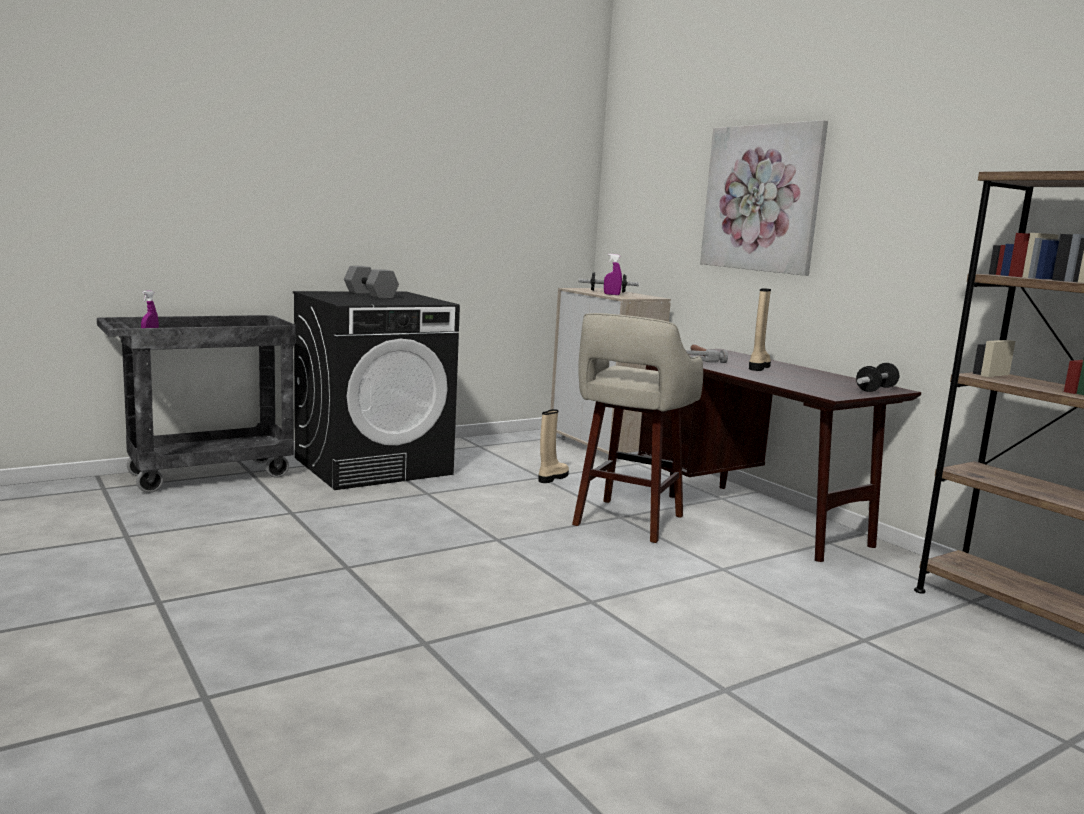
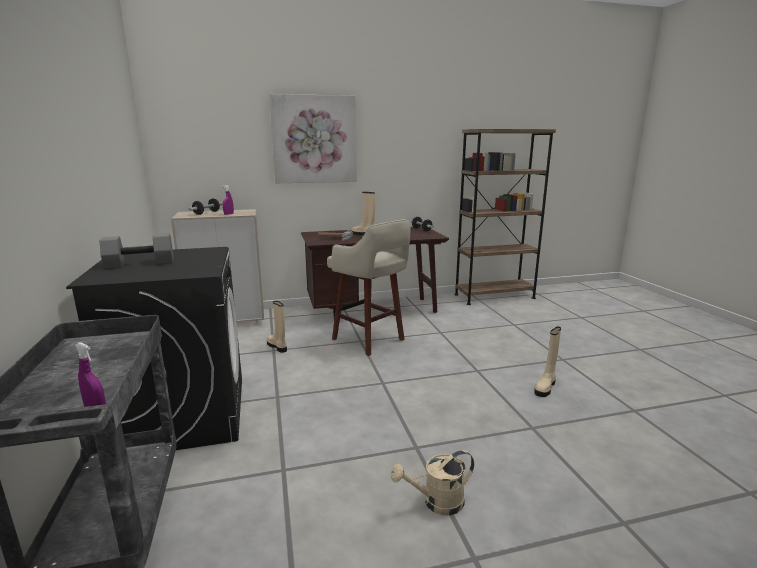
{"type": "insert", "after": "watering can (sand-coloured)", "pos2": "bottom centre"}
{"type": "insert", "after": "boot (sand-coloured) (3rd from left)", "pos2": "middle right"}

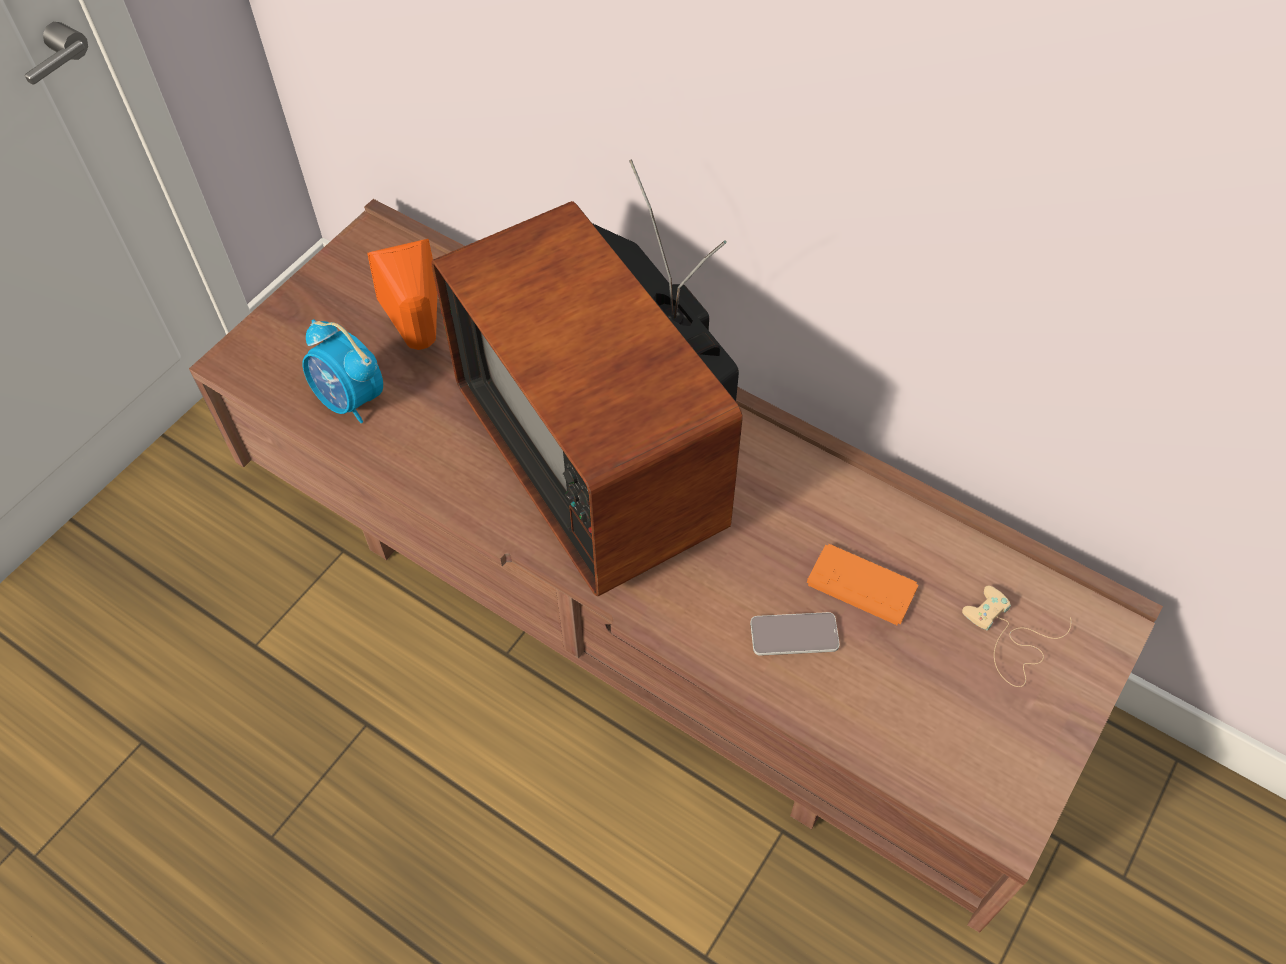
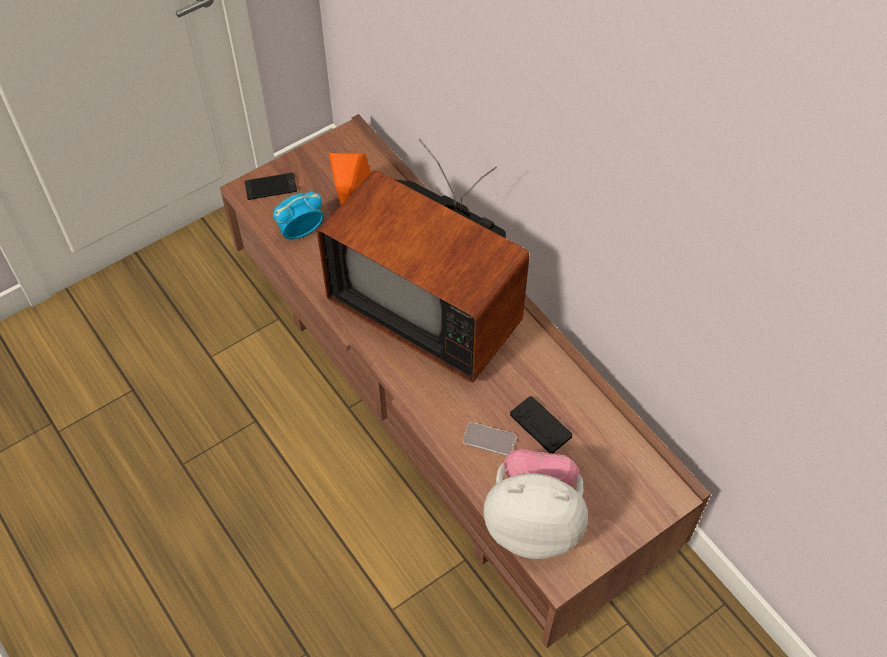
{"type": "rotate", "before": "alarm clock", "pos1": "middle left", "pos2": "top centre", "turn": 90}
{"type": "rotate", "before": "TV set", "pos1": "centre", "pos2": "centre", "turn": -45}
{"type": "recolor", "before": "joypad (orange)", "after": "joypad (blackish)", "pos1": "middle right", "pos2": "centre"}
{"type": "delete", "before": "joypad (sand-coloured)", "pos1": "middle right"}
{"type": "insert", "after": "telephone (1st from left)", "pos2": "top left"}
{"type": "insert", "after": "soft toy", "pos2": "bottom centre"}

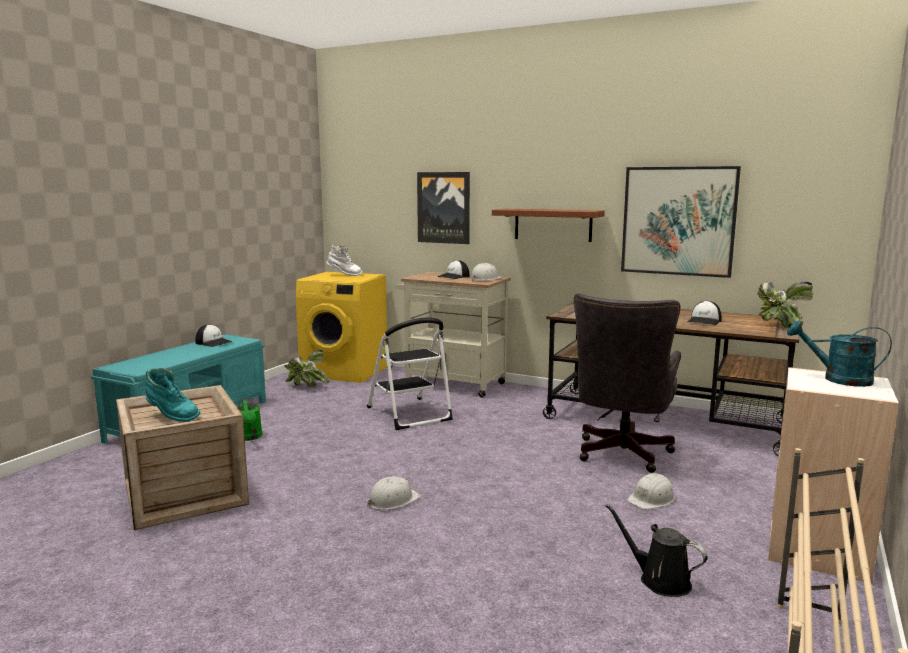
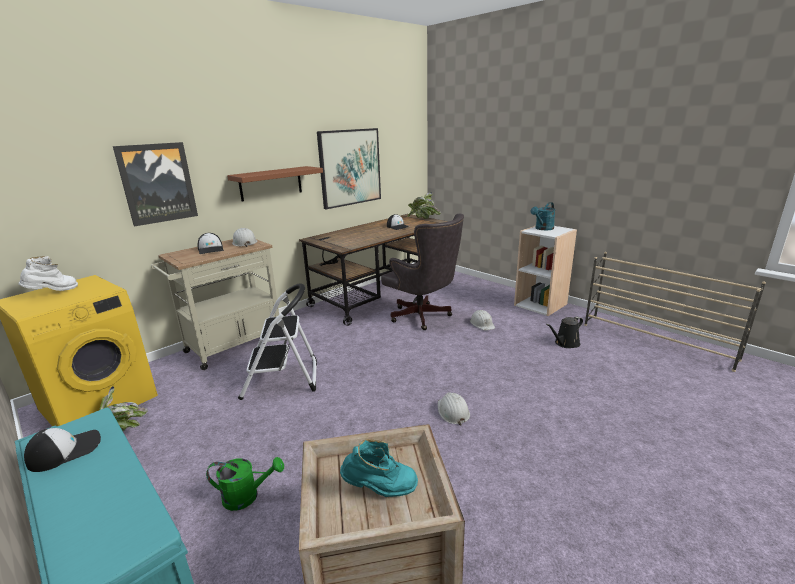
{"type": "rotate", "before": "boot (turquoise-coloured)", "pos1": "middle left", "pos2": "bottom centre", "turn": 45}

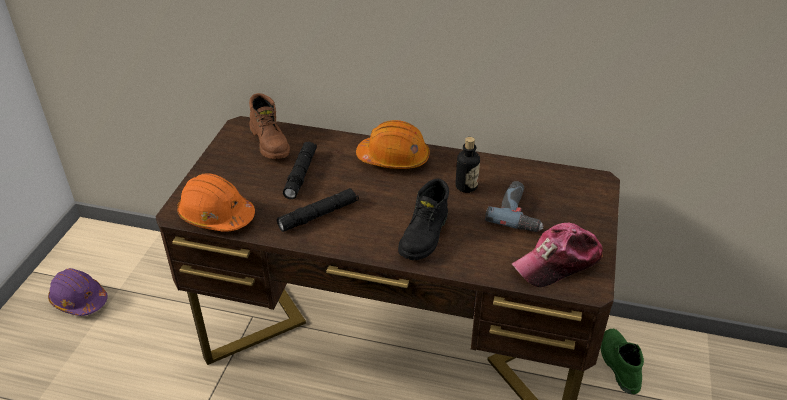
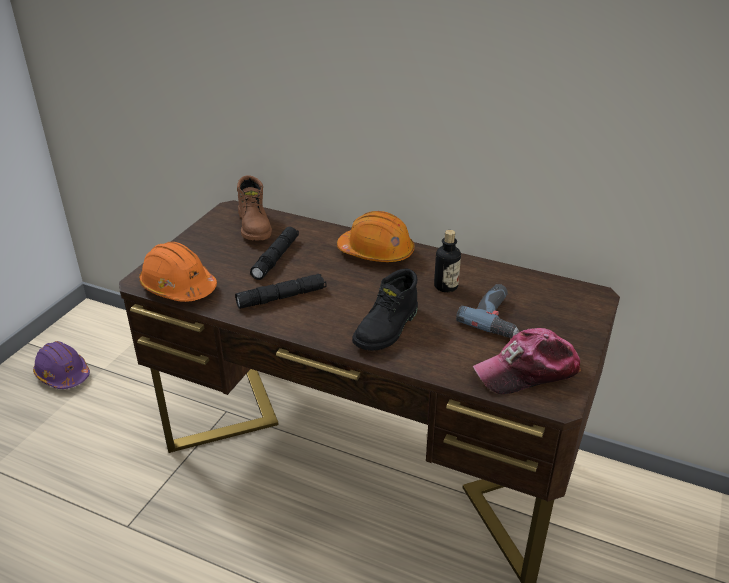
{"type": "delete", "before": "boot (greenish)", "pos1": "bottom right"}

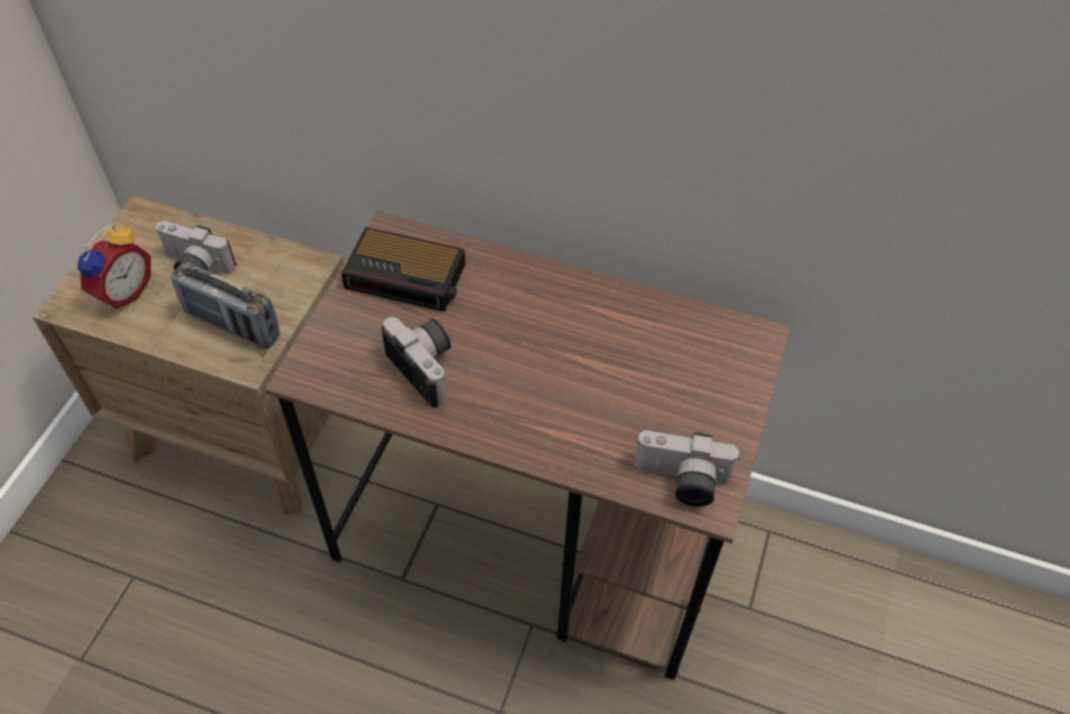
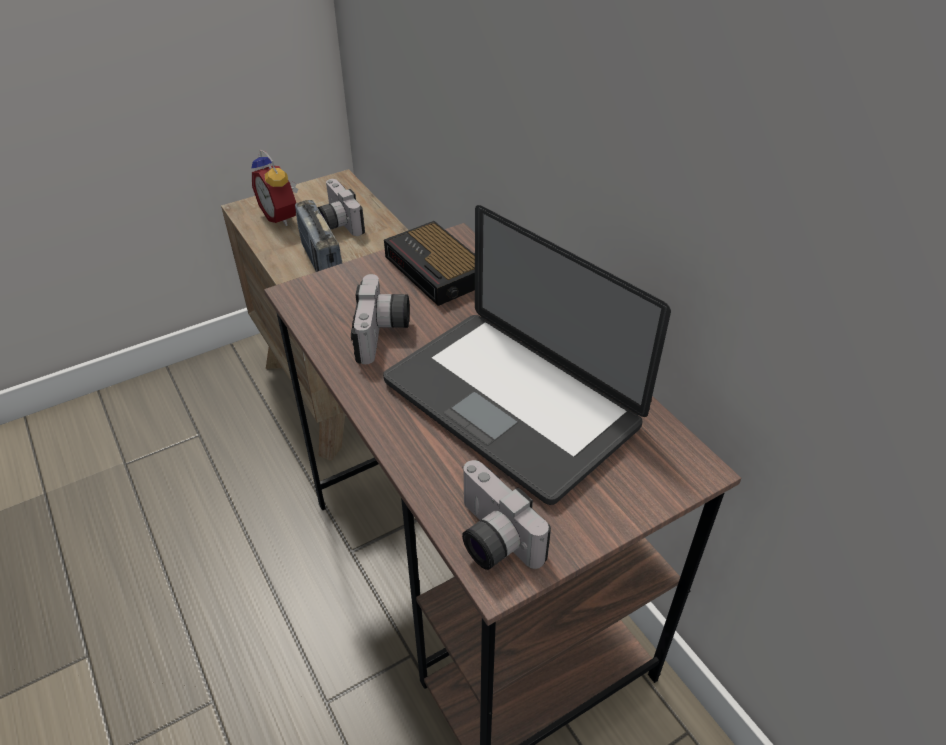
{"type": "rotate", "before": "alarm clock (1st from left)", "pos1": "middle left", "pos2": "top left", "turn": 75}
{"type": "insert", "after": "notebook computer", "pos2": "centre"}

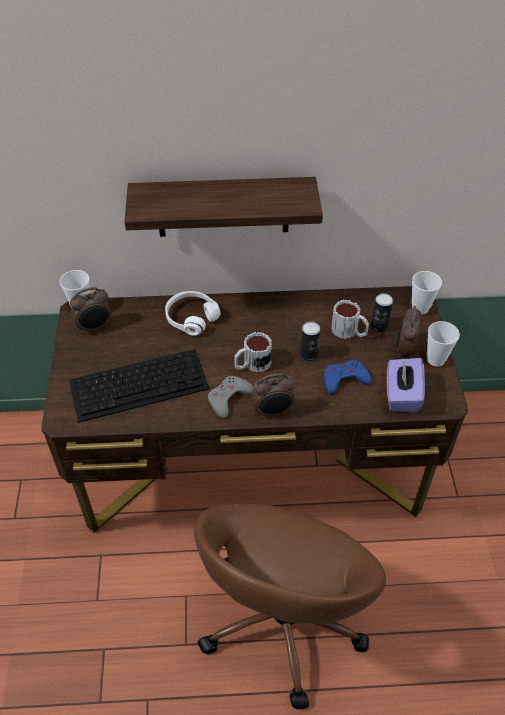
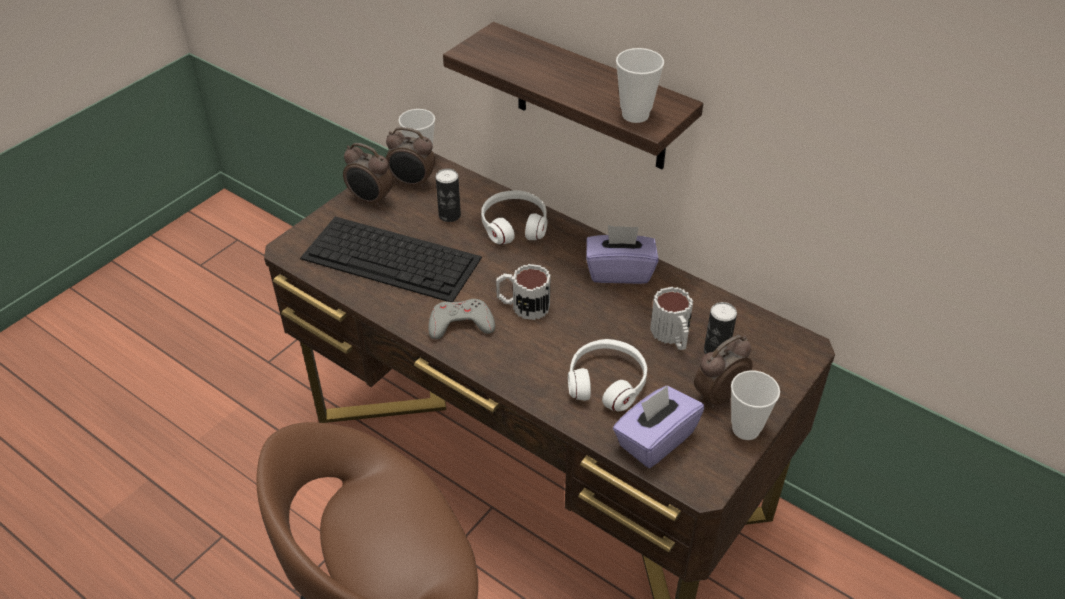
{"type": "move", "before": "alarm clock (2nd from left in the first image)", "after": "alarm clock (1st from left)", "pos1": "centre", "pos2": "top centre"}
{"type": "move", "before": "metal can (1st from left)", "pos1": "centre", "pos2": "top centre"}
{"type": "replace", "before": "joypad (blue-coloured)", "after": "pair of headphones (white-coloured) (2nd from left)", "pos1": "middle right", "pos2": "centre"}
{"type": "move", "before": "small cup (2nd from left)", "pos1": "middle right", "pos2": "top centre"}
{"type": "insert", "after": "tissue box (purple) (1st from left)", "pos2": "centre"}

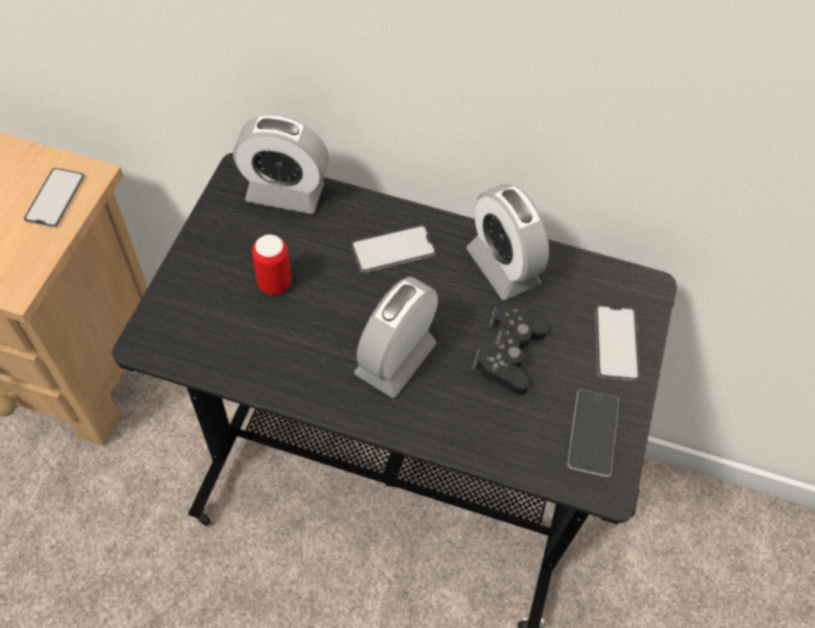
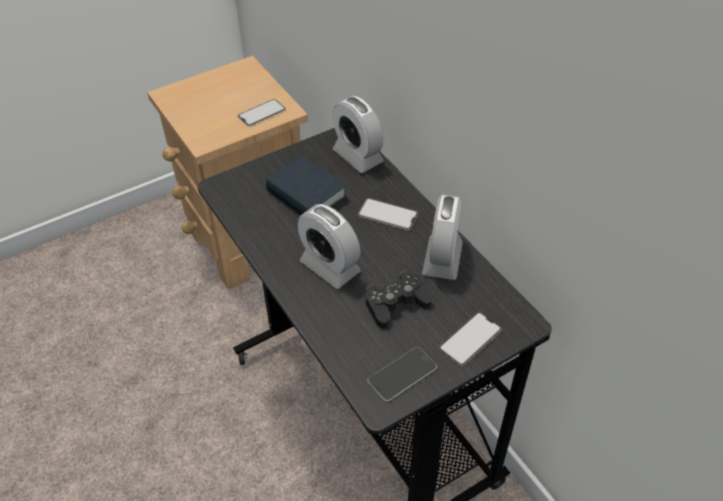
{"type": "replace", "before": "metal can", "after": "volume", "pos1": "middle left", "pos2": "centre"}
{"type": "rotate", "before": "alarm clock (2nd from left in the first image)", "pos1": "centre", "pos2": "centre", "turn": -120}

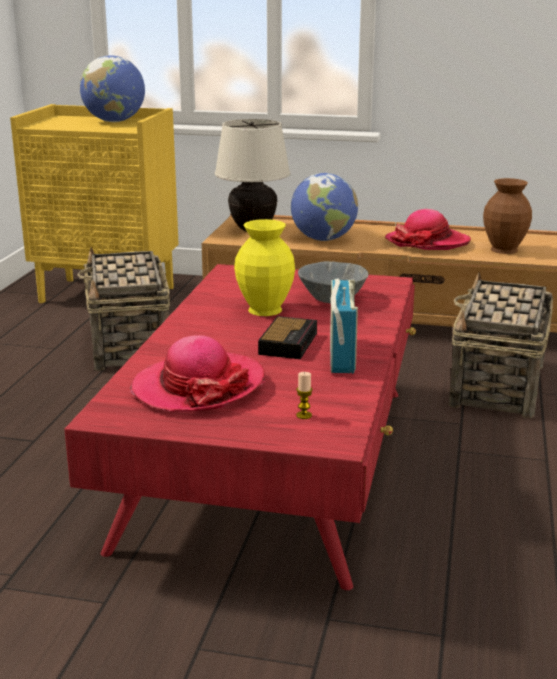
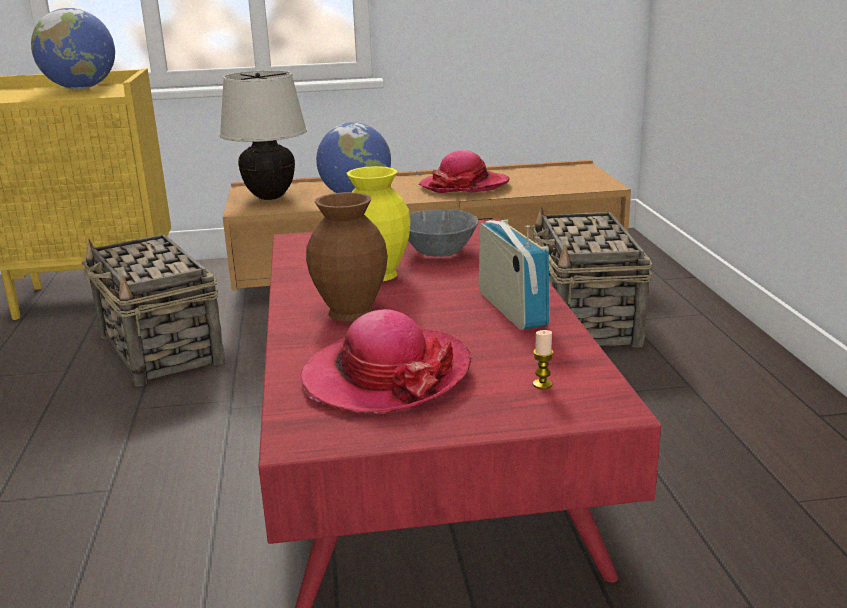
{"type": "delete", "before": "alarm clock", "pos1": "centre"}
{"type": "move", "before": "flower vase (brown-coloured)", "pos1": "top right", "pos2": "centre"}

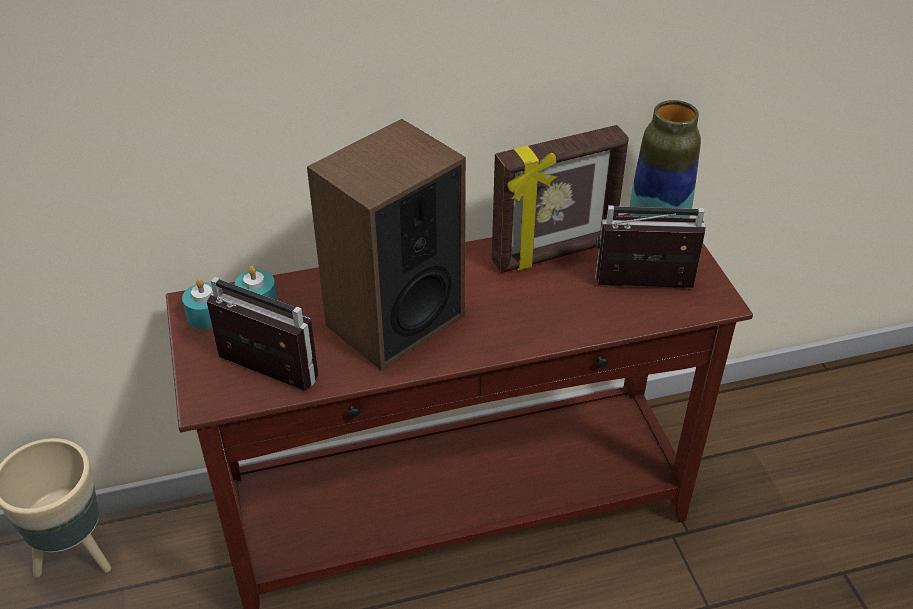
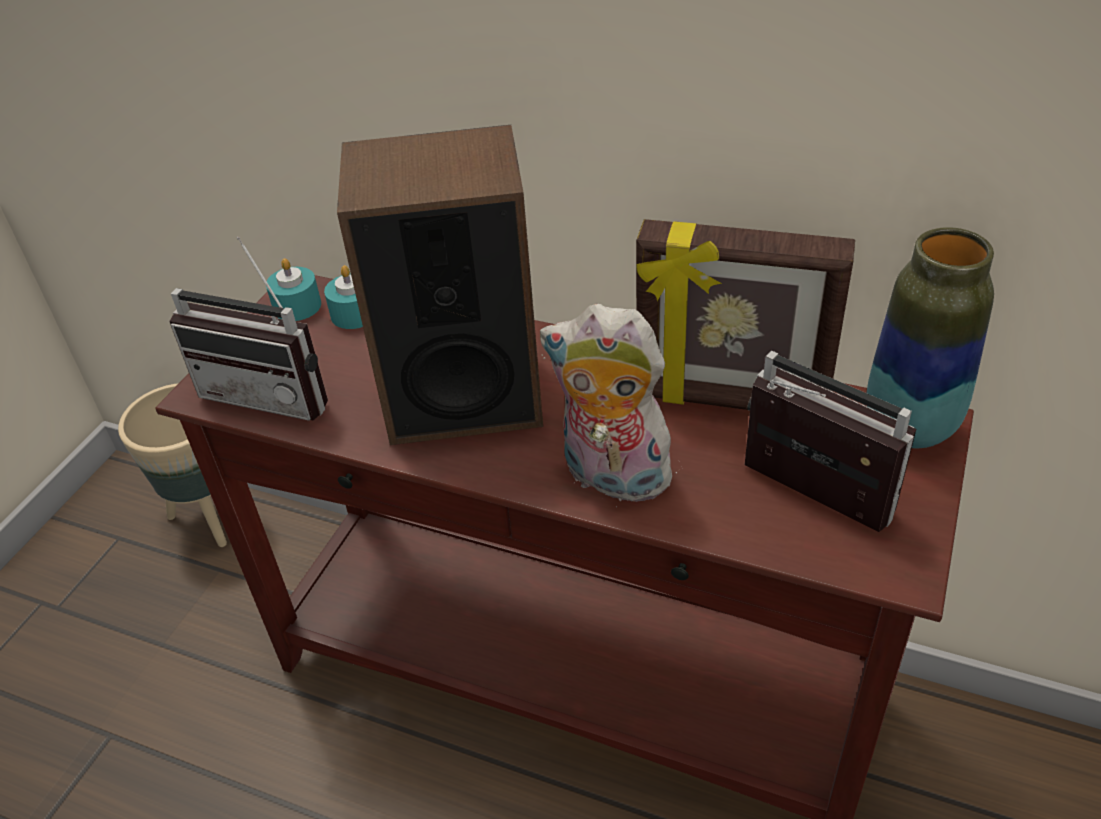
{"type": "rotate", "before": "radio (1st from left)", "pos1": "middle left", "pos2": "middle left", "turn": 135}
{"type": "insert", "after": "soft toy", "pos2": "centre"}

